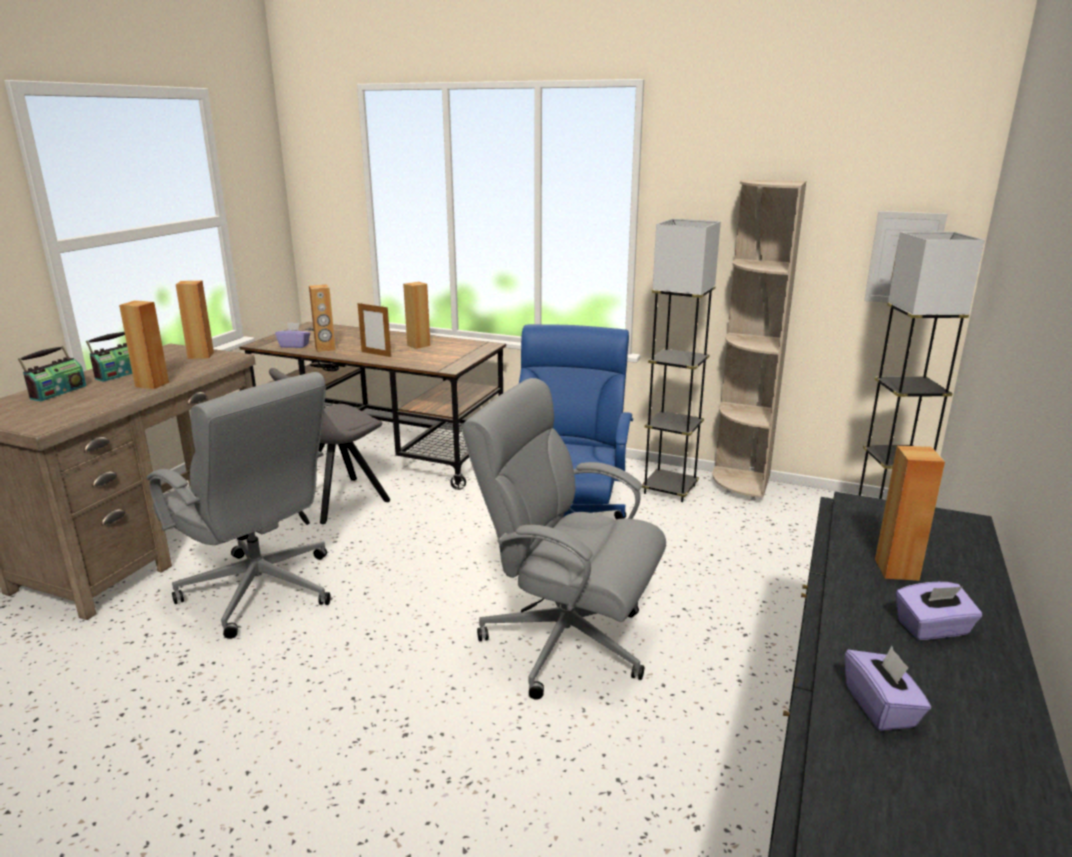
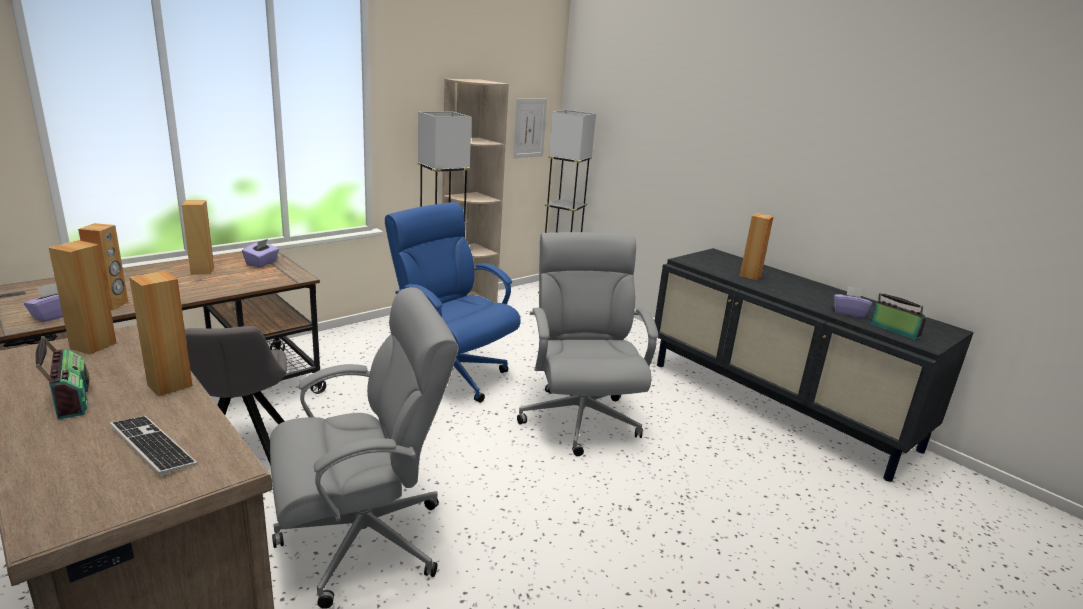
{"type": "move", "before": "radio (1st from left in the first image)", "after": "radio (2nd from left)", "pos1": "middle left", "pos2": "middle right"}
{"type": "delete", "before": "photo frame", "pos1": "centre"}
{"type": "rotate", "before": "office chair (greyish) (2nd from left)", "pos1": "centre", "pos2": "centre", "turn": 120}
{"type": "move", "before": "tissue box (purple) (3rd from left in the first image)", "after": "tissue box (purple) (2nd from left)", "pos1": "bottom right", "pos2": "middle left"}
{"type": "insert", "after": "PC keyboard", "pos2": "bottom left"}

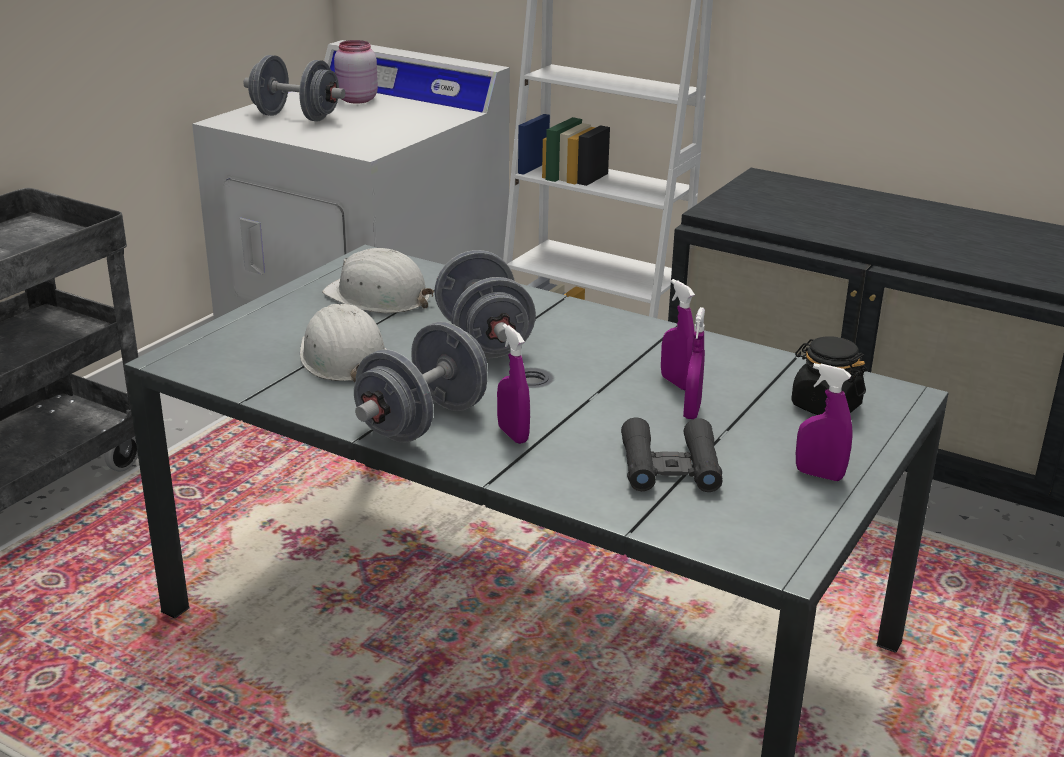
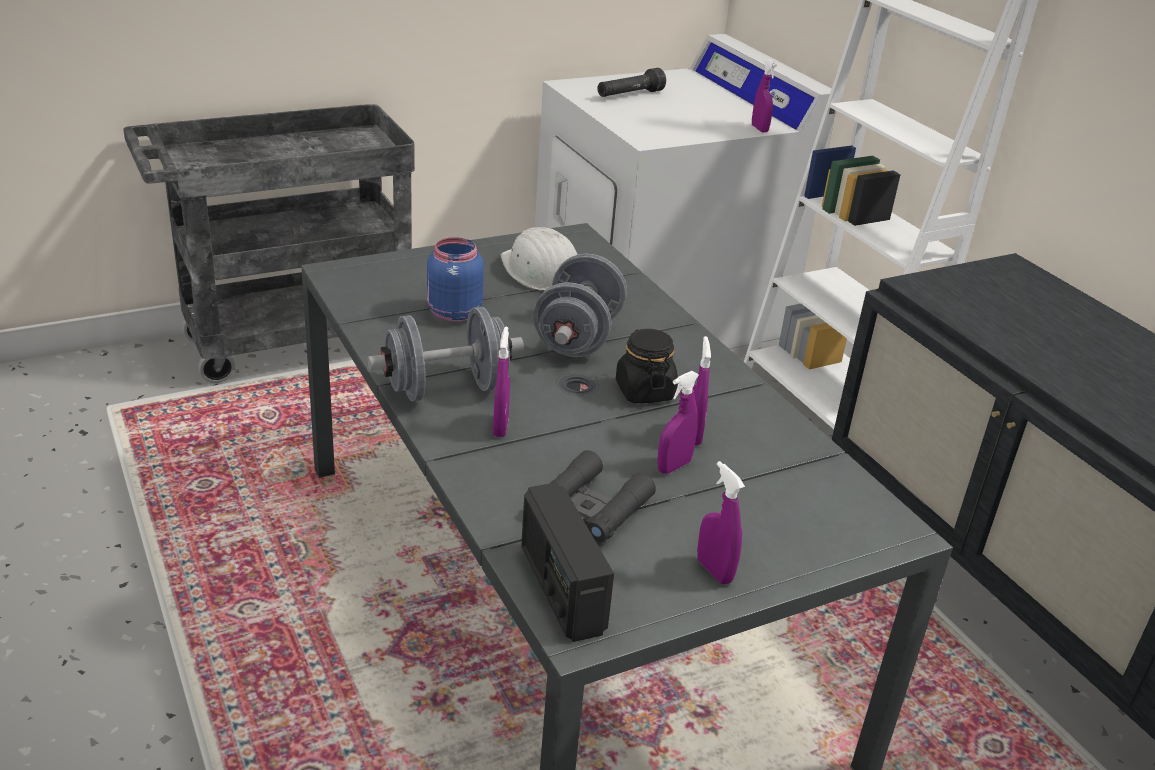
{"type": "replace", "before": "free weight (greyish) (1st from left)", "after": "hand torch (blackish)", "pos1": "top left", "pos2": "top centre"}
{"type": "replace", "before": "hard hat (white-coloured) (1st from left)", "after": "preserve jar (blue-coloured)", "pos1": "middle left", "pos2": "centre"}
{"type": "delete", "before": "preserve jar (pinkish)", "pos1": "top centre"}
{"type": "move", "before": "preserve jar (blackish)", "pos1": "middle right", "pos2": "centre"}
{"type": "insert", "after": "radio", "pos2": "bottom centre"}
{"type": "insert", "after": "spray bottle (purple) (5th from left)", "pos2": "top centre"}

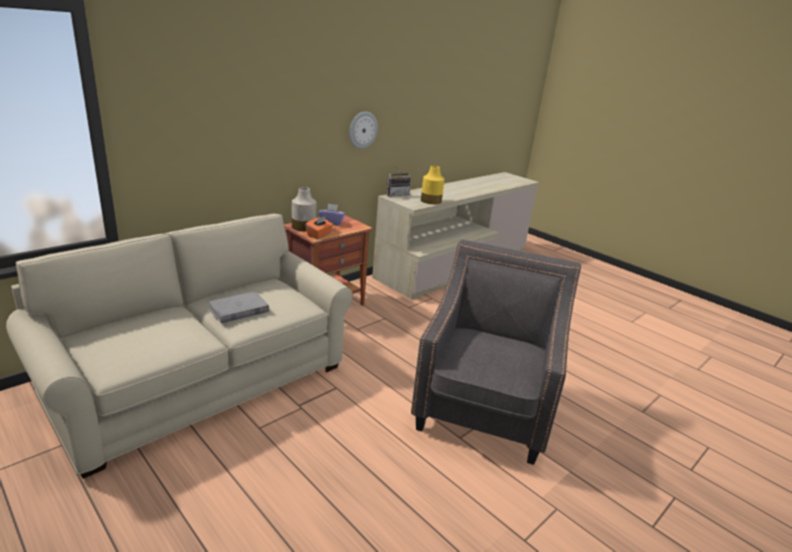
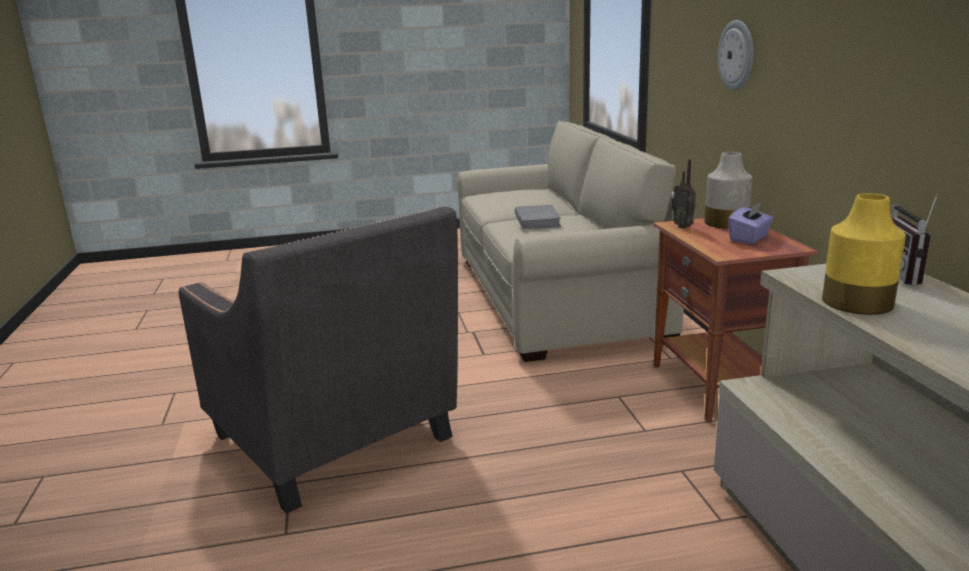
{"type": "replace", "before": "tissue box (orange)", "after": "radio (1st from left)", "pos1": "centre", "pos2": "middle right"}
{"type": "move", "before": "wall clock", "pos1": "top centre", "pos2": "top right"}

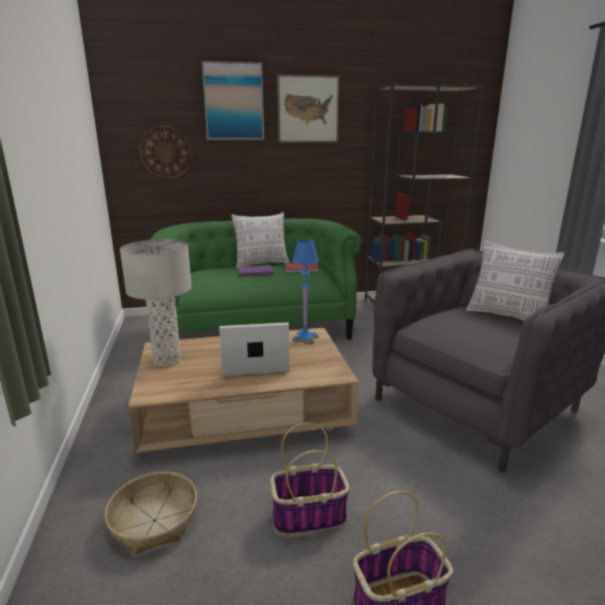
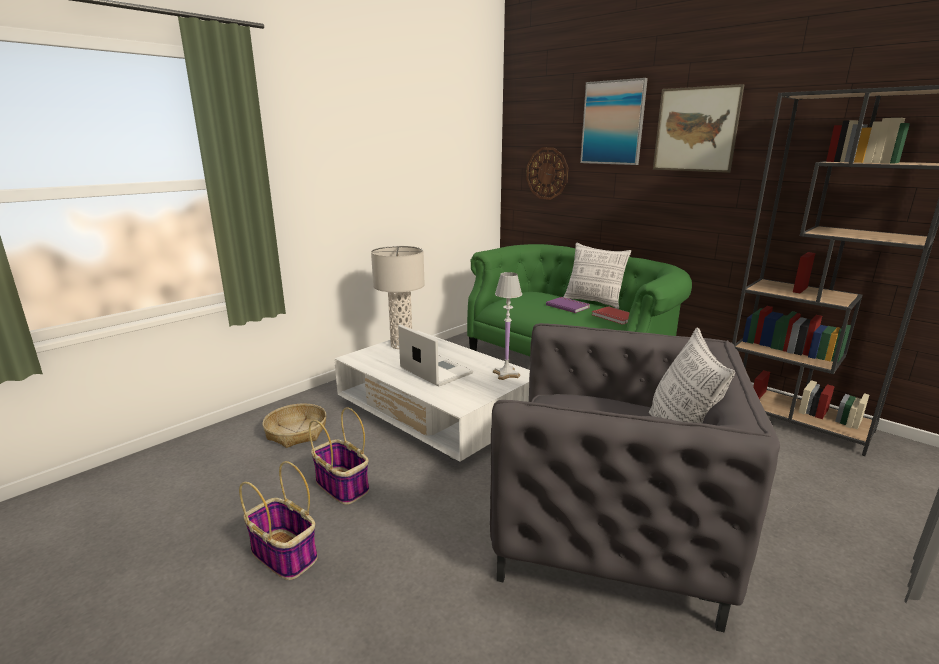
{"type": "recolor", "before": "coffee table (brown-coloured)", "after": "coffee table (white-coloured)", "pos1": "centre", "pos2": "centre"}
{"type": "recolor", "before": "lamp for a table (blue-coloured)", "after": "lamp for a table (white-coloured) (2nd from left)", "pos1": "centre", "pos2": "centre"}

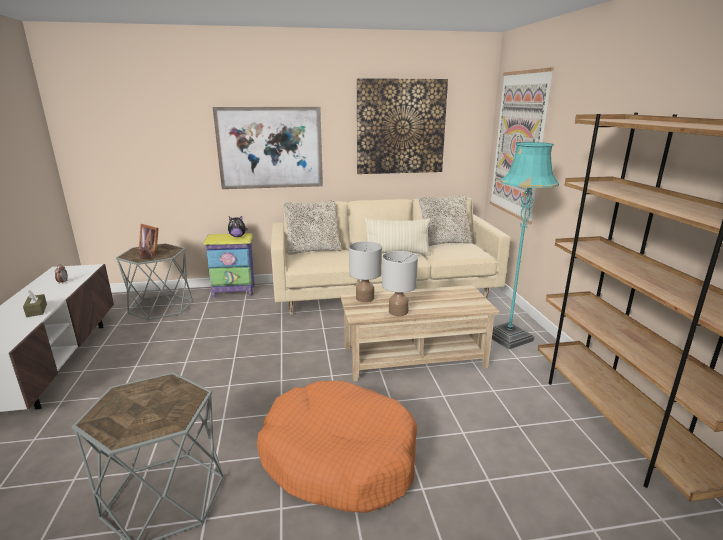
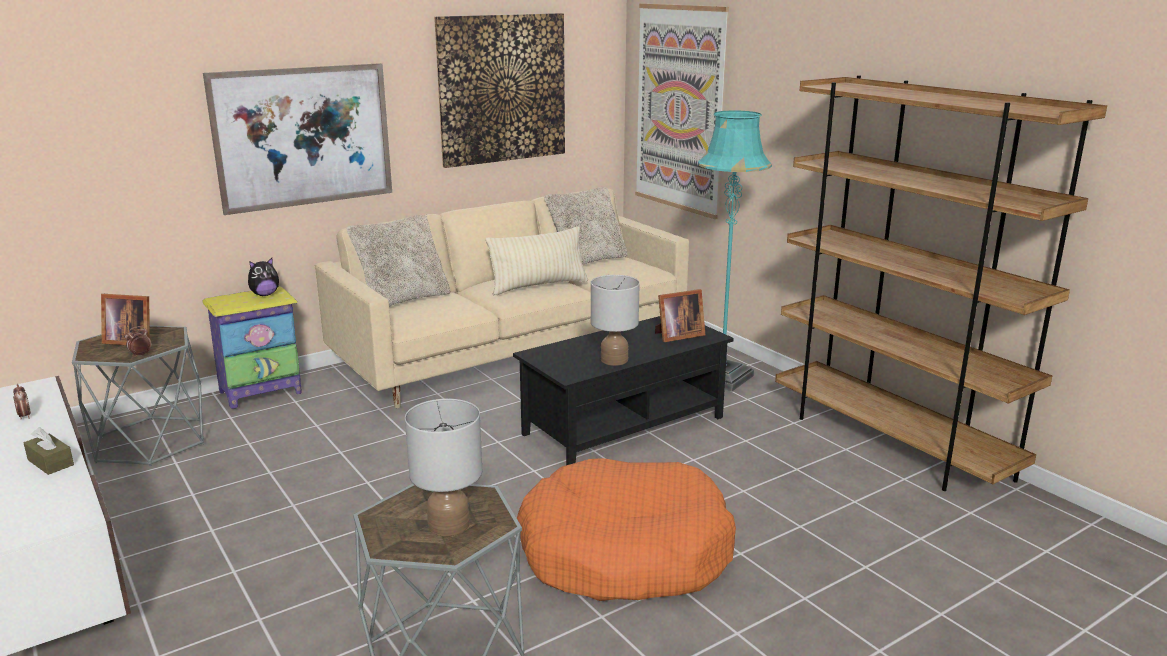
{"type": "recolor", "before": "coffee table (sand-coloured)", "after": "coffee table (blackish)", "pos1": "centre", "pos2": "centre"}
{"type": "move", "before": "lamp for a table (greyish) (1st from left)", "pos1": "centre", "pos2": "bottom centre"}
{"type": "insert", "after": "photo frame (2nd from left)", "pos2": "centre"}

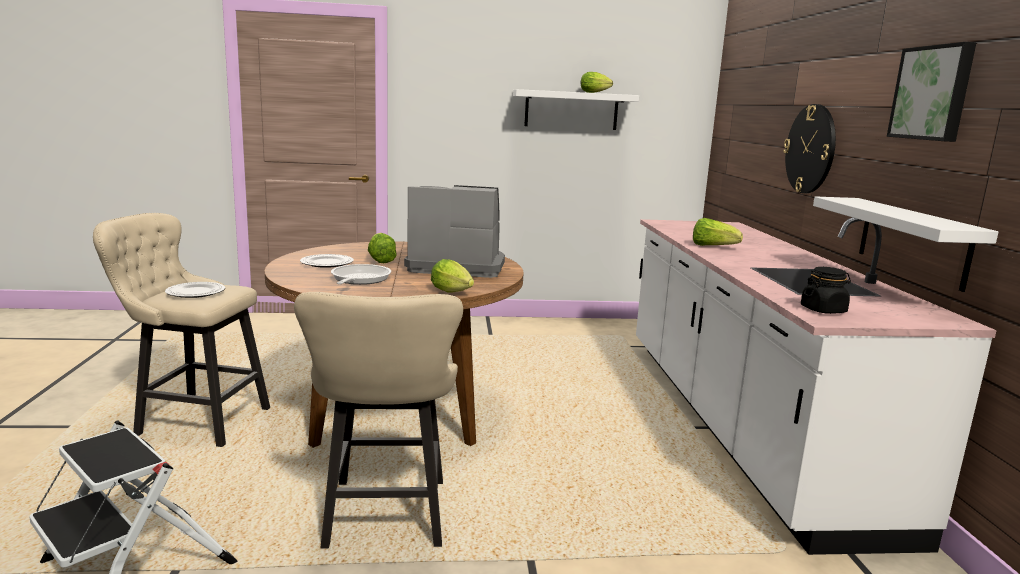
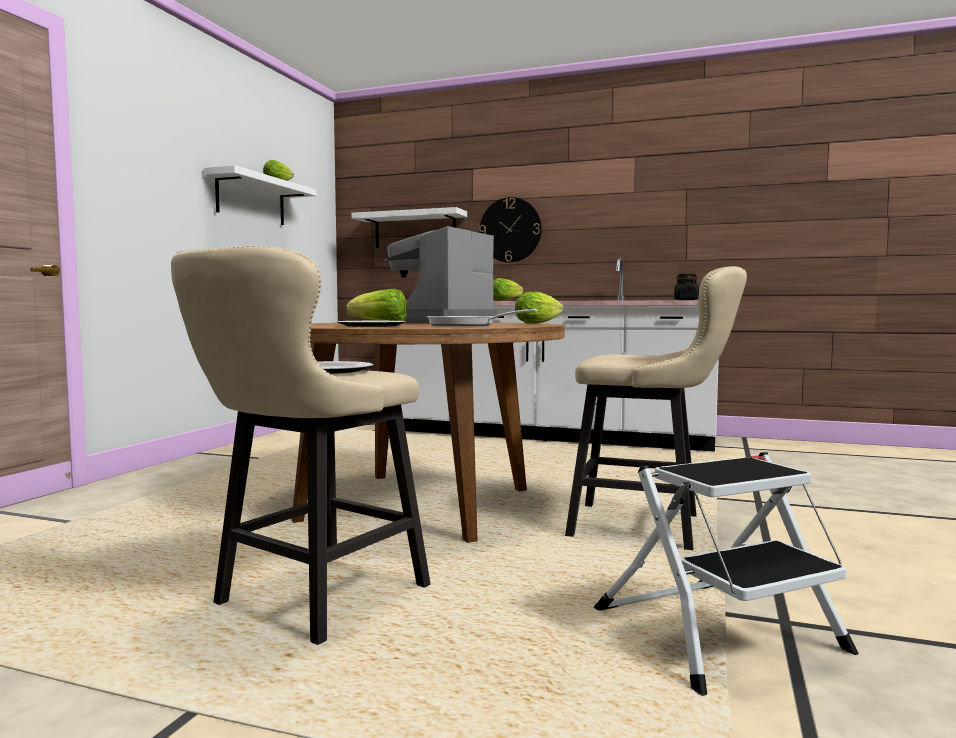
{"type": "move", "before": "bracket shelf (white-coloured) (2nd from left)", "pos1": "middle right", "pos2": "top centre"}
{"type": "delete", "before": "wall art", "pos1": "top right"}

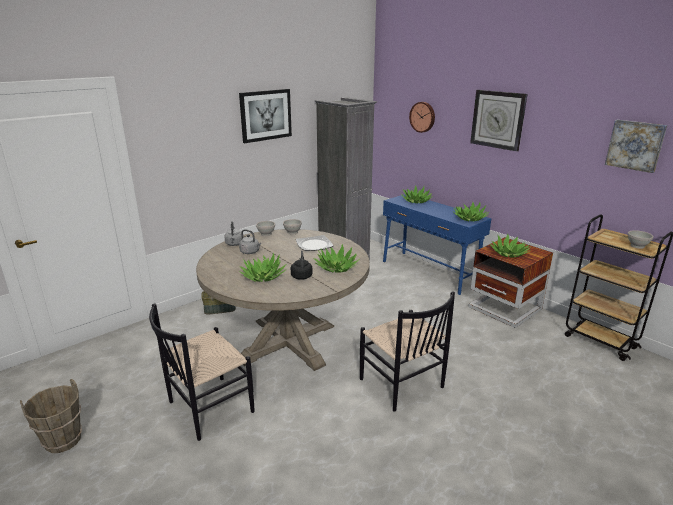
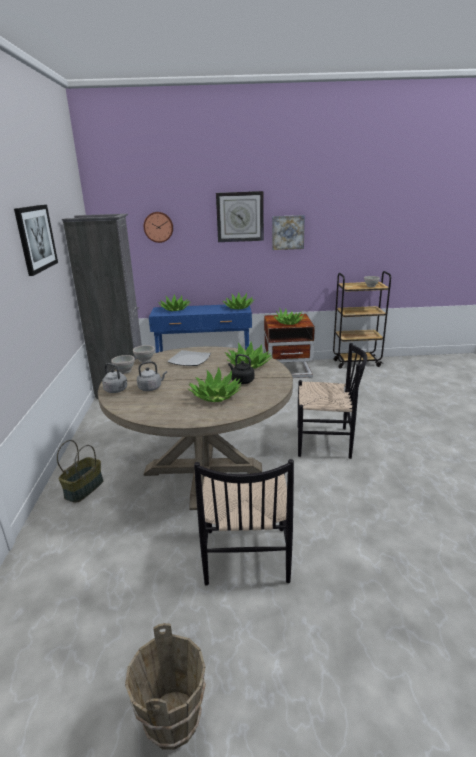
{"type": "move", "before": "wall art (2nd from left)", "pos1": "top right", "pos2": "top centre"}

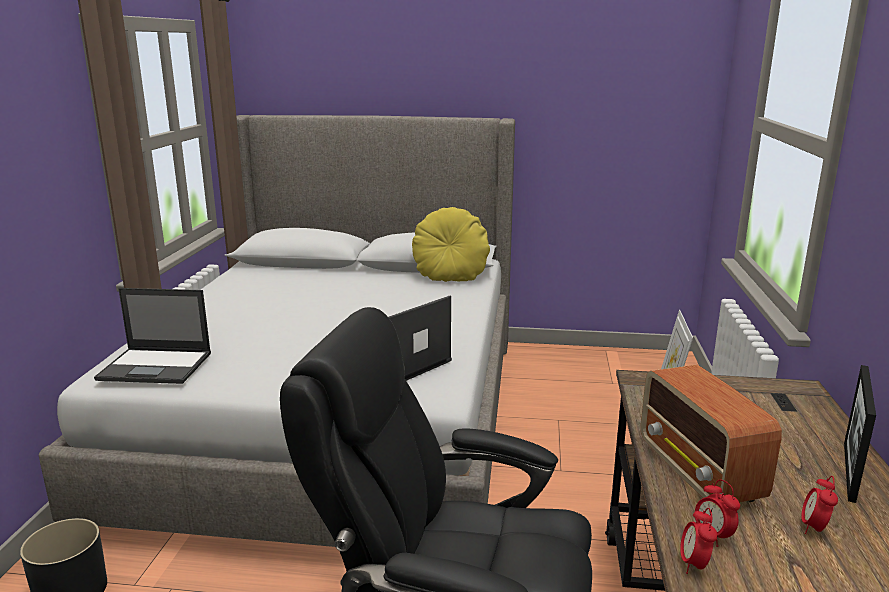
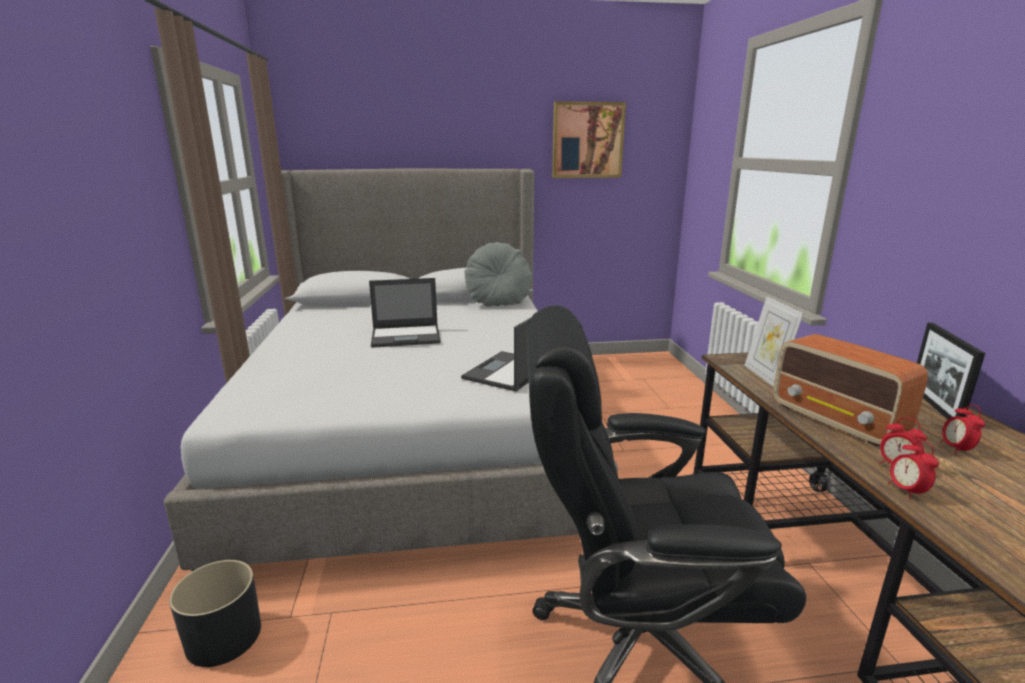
{"type": "move", "before": "notebook computer (1st from left)", "pos1": "middle left", "pos2": "centre"}
{"type": "recolor", "before": "throw pillow (yellow)", "after": "throw pillow (greyish)", "pos1": "centre", "pos2": "centre"}
{"type": "insert", "after": "wall art", "pos2": "top centre"}

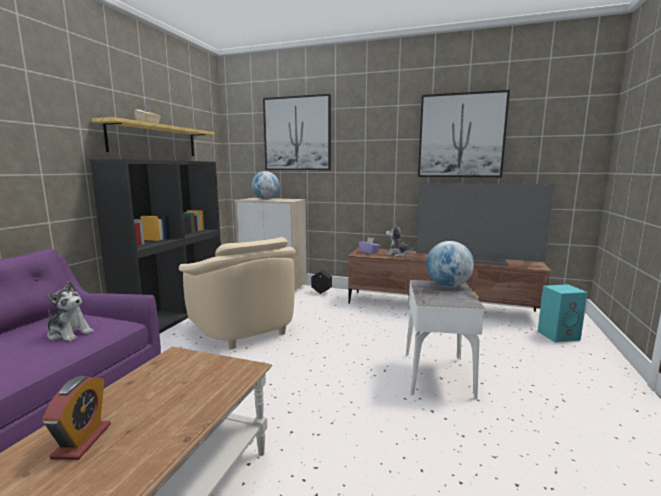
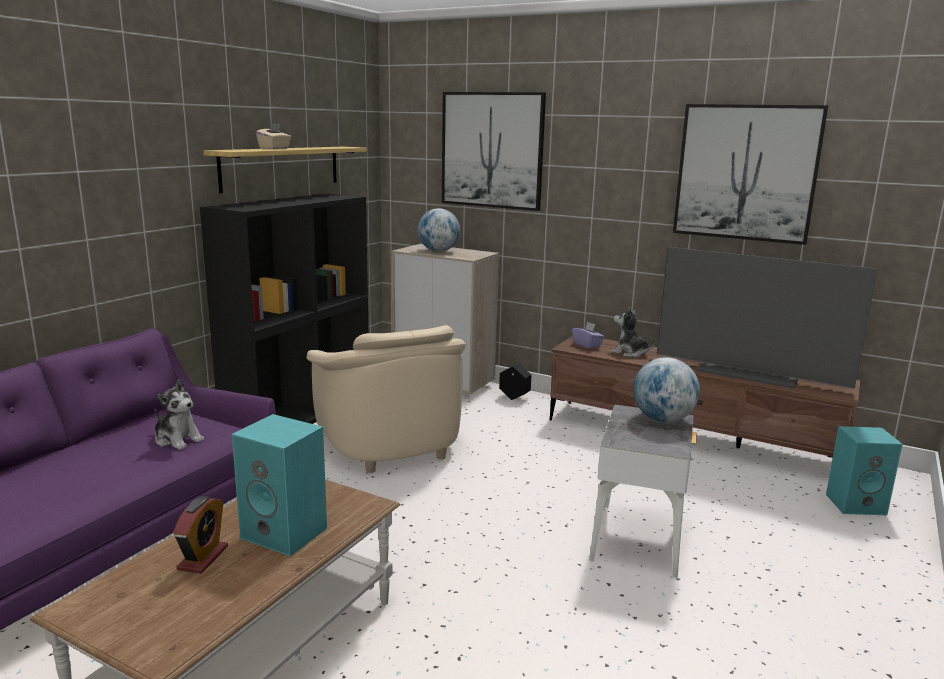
{"type": "insert", "after": "audio speaker (turquoise-coloured) (1st from left)", "pos2": "bottom left"}

